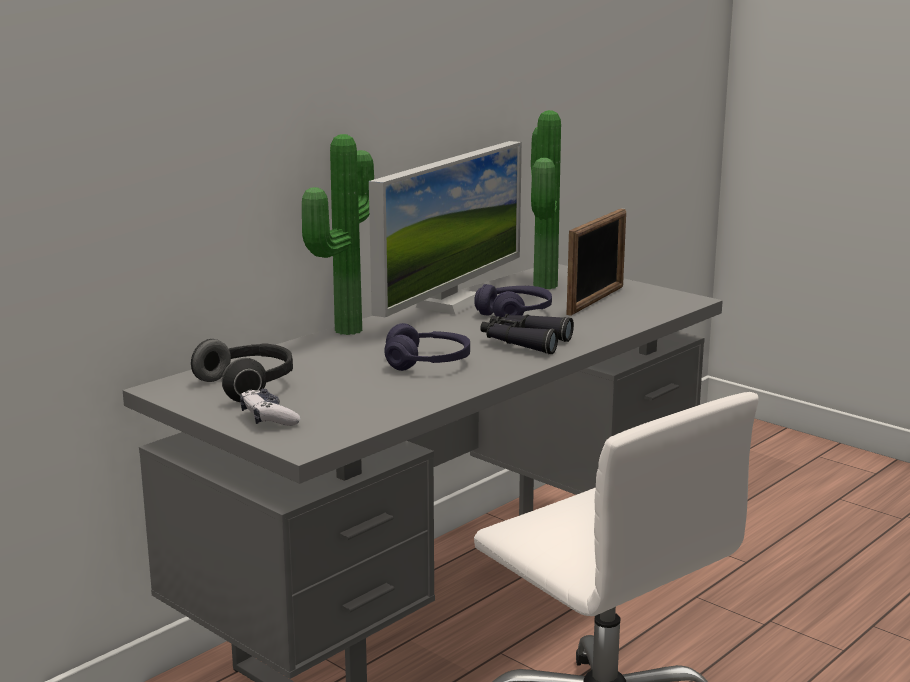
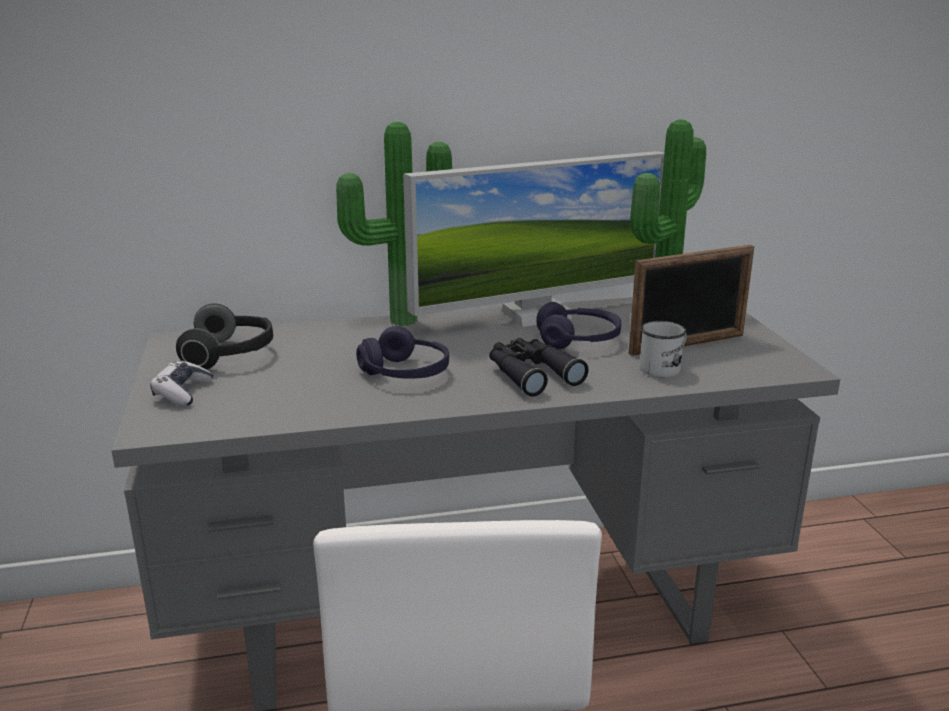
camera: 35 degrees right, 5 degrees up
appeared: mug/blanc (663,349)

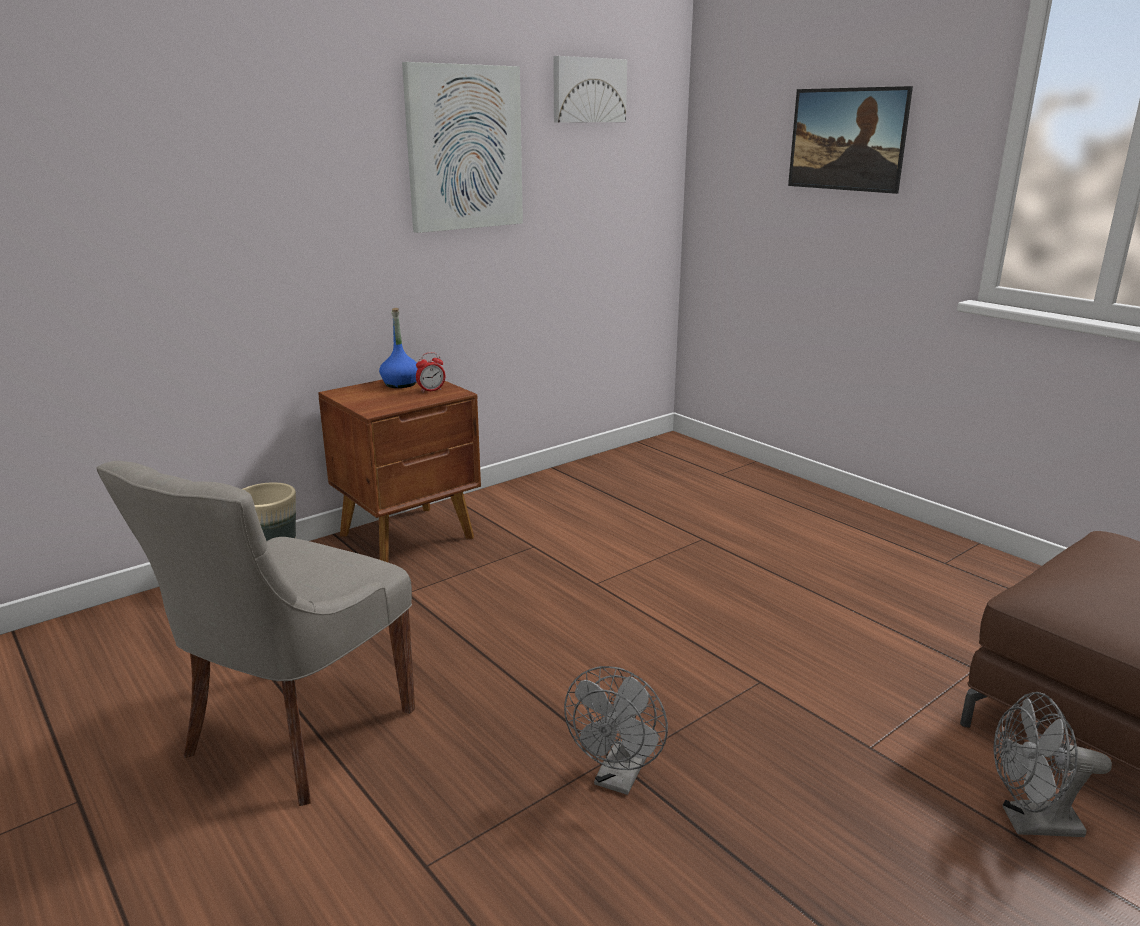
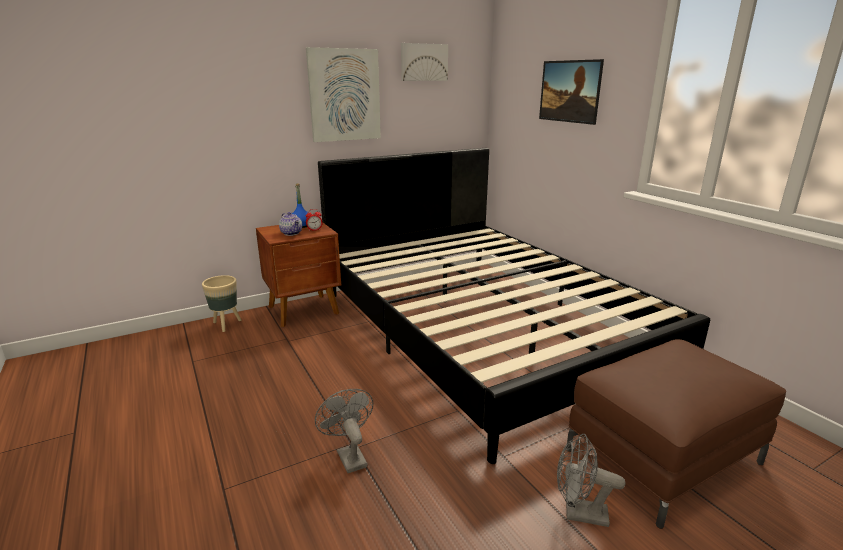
camera: 10 degrees right, 0 degrees up
missing: chaise/gris (255,633)
appeared: théière (290,224); lit/noir (514,306)
spun: ventilateur/gris (616,730) = (344,431) 120 degrees clockwise

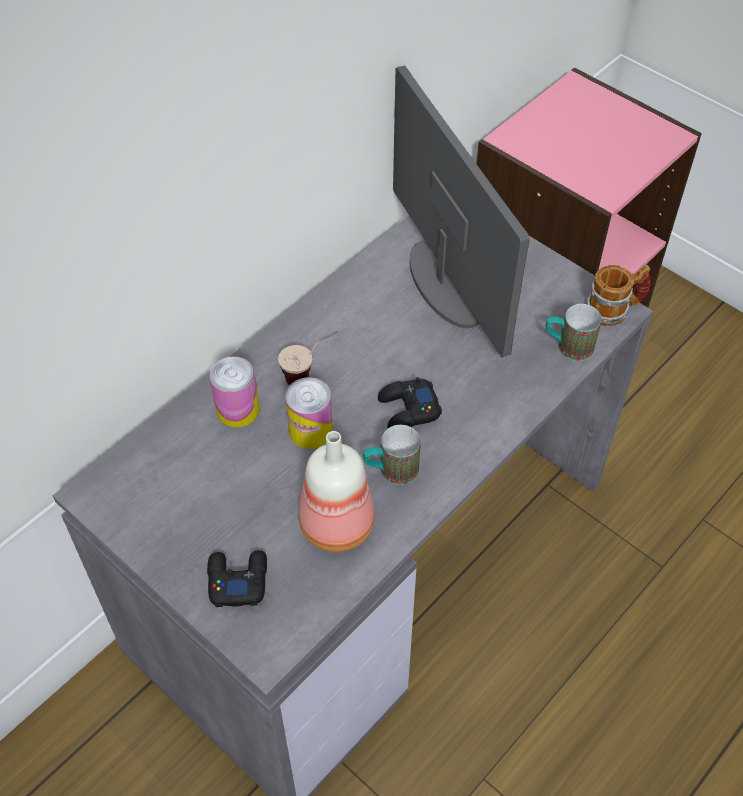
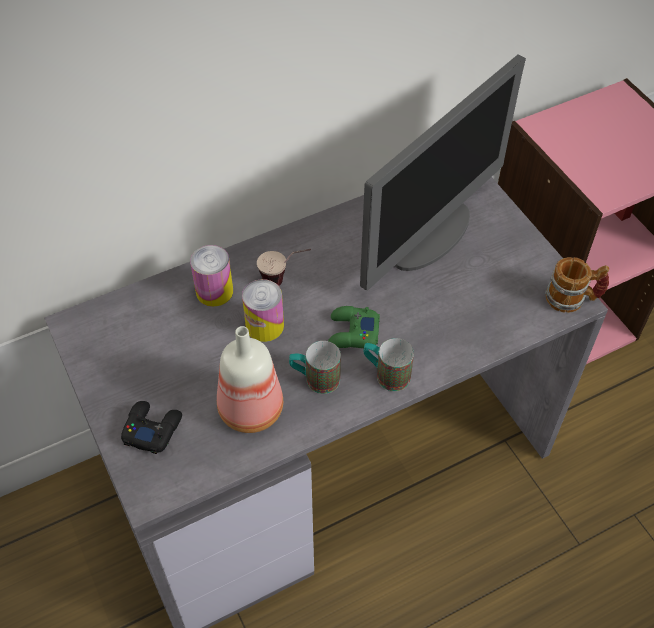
camera: 20 degrees right, 0 degrees up
relocated: mug (574,332) to (388,364)
colour: manette/noir (410,402) to manette/vert (354,327)
spun: écran d'ordinateur (461,211) = (443,172) 45 degrees clockwise

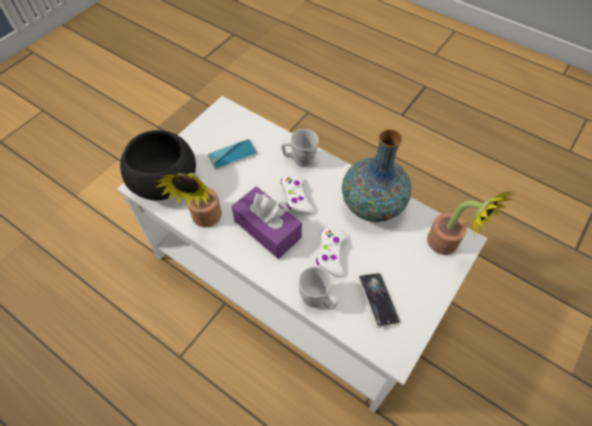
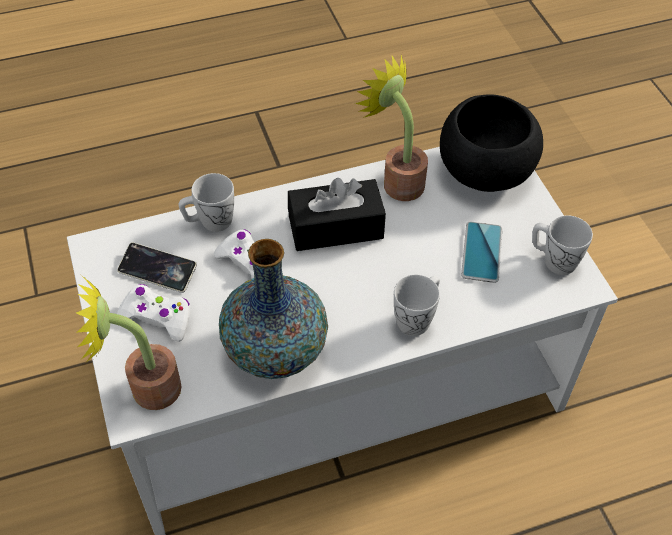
camera: 125 degrees right, 5 degrees down
appeared: mug/blanc (563,245)
relocated: manette/blanc (297,194) to (153,313)
colour: boîte à mouchoirs/violet (267,222) to boîte à mouchoirs/noir (337,214)

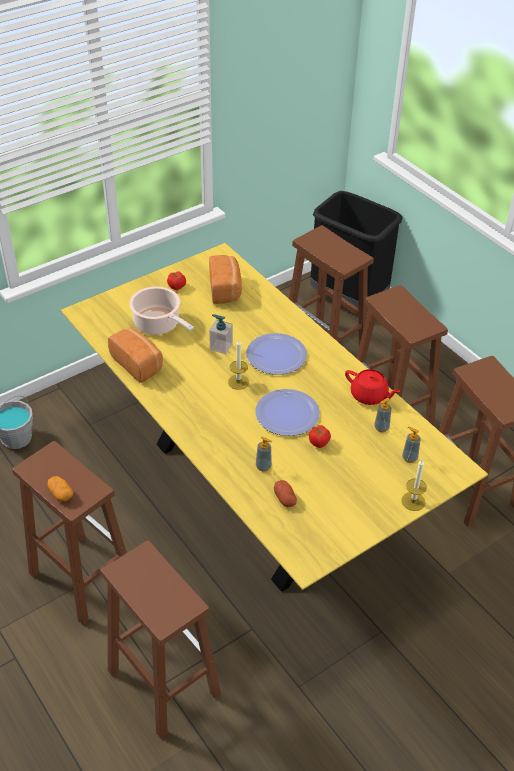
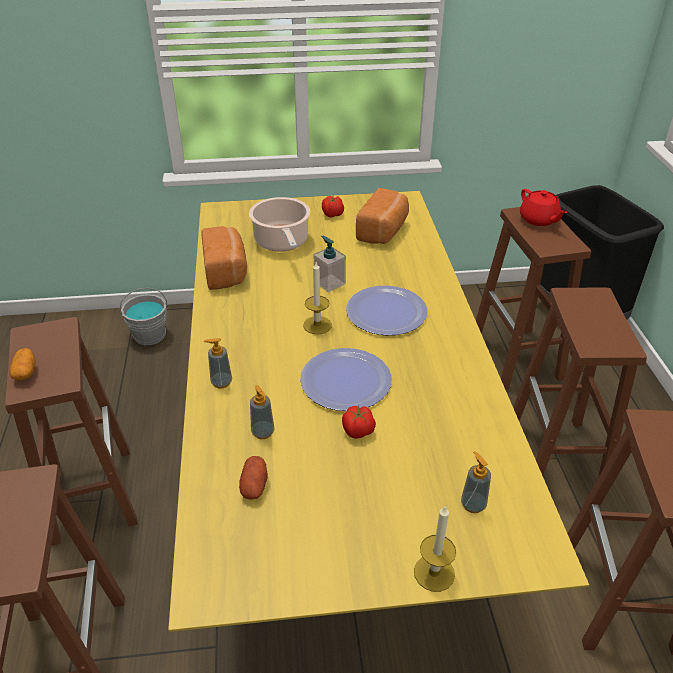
camera: 30 degrees right, 5 degrees down
relocated: distributeur de savon (382,415) to (218,363); théière/rouge (373,387) to (543,207)

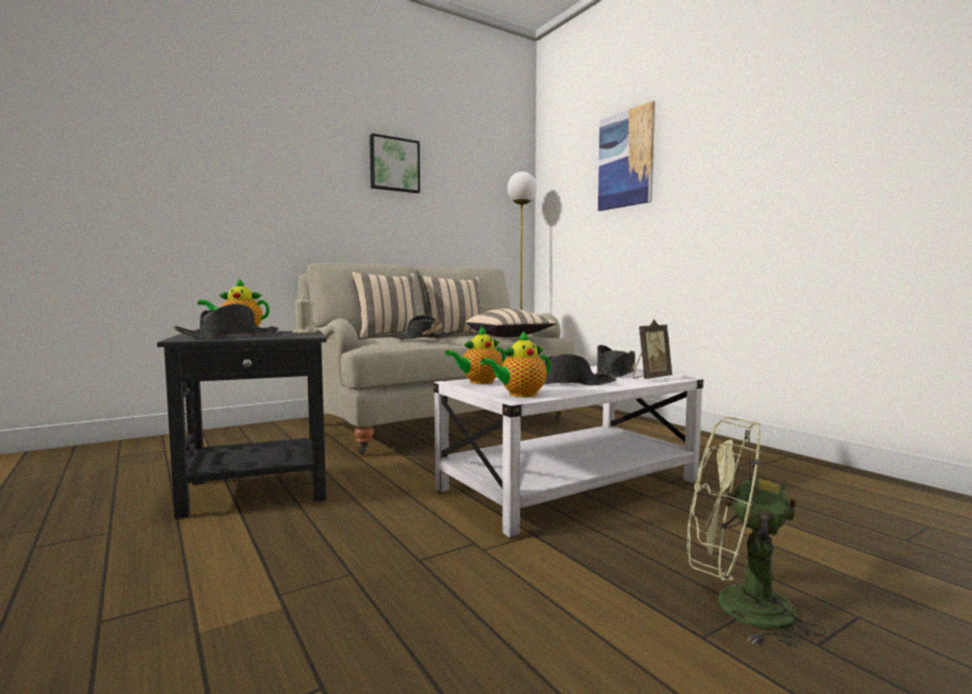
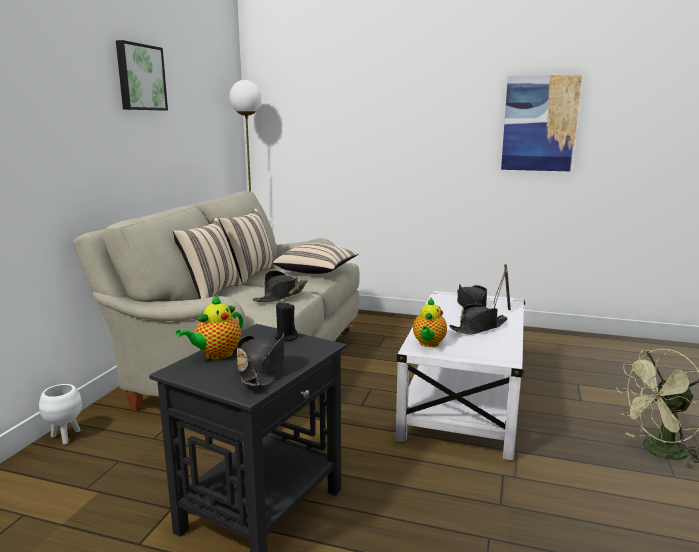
camera: 40 degrees left, 10 degrees up
missing: théière (516,363)
appeared: cache-pot/blanc (60,414)
relocated: tableau (626,156) to (541,122)
colour: bougie/beige (304,315) to bougie/noir (286,322)

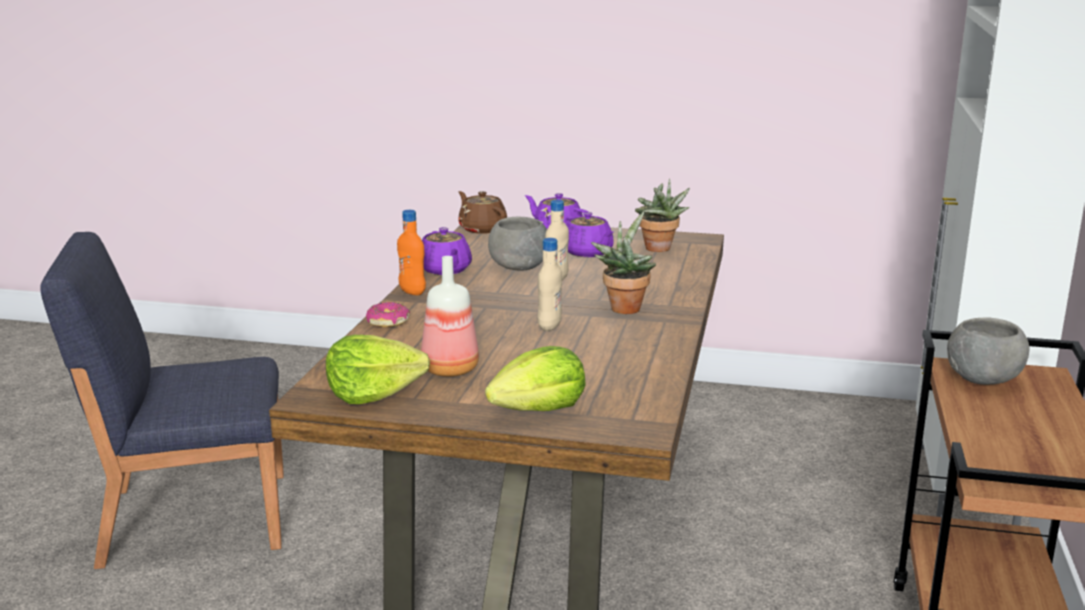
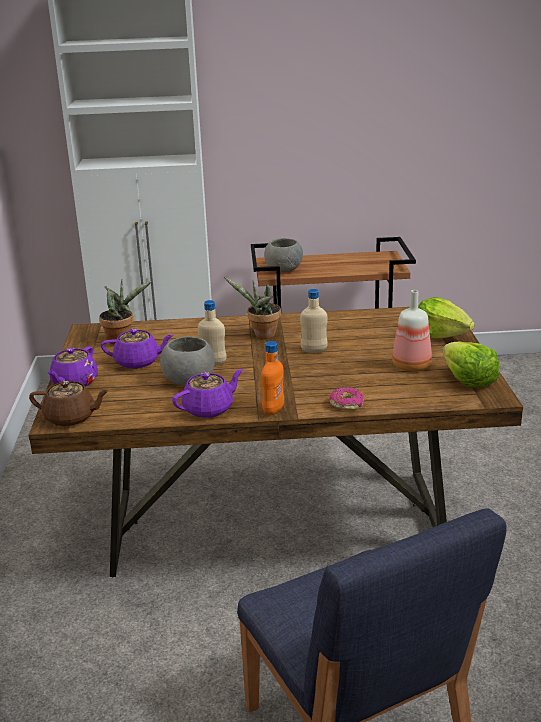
camera: 105 degrees left, 5 degrees up
spun: théière/marron (482,212) = (69,403) 120 degrees counterclockwise; théière/violet (589,234) = (137,349) 45 degrees clockwise

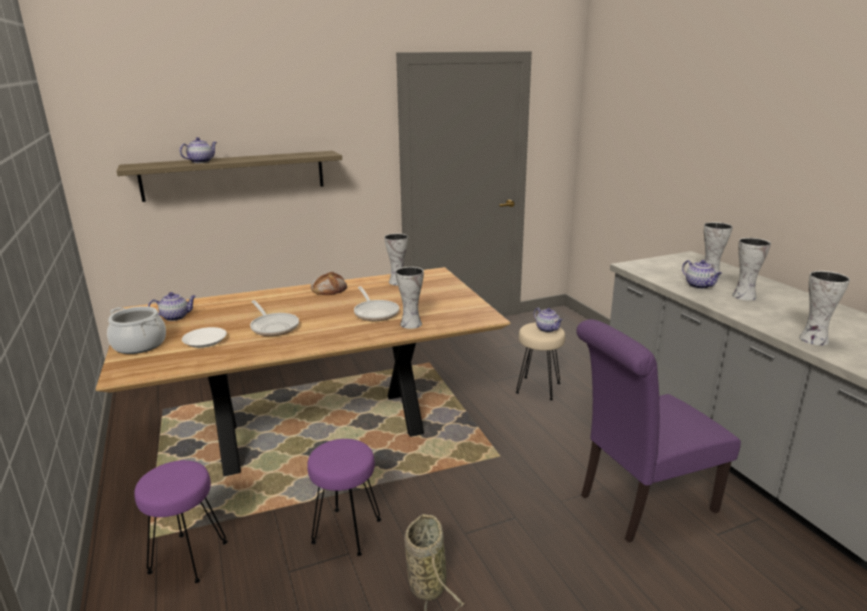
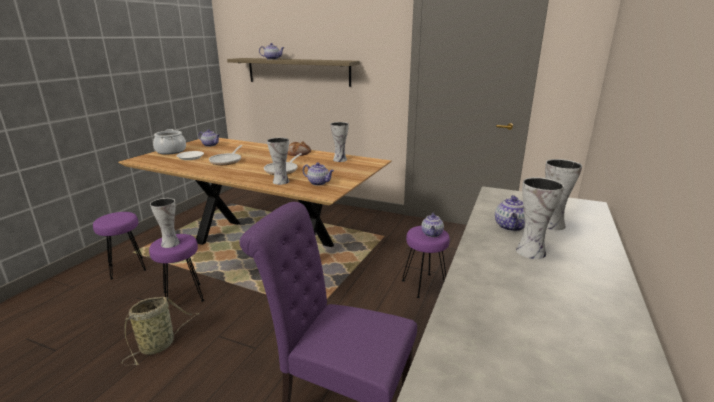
camera: 45 degrees right, 0 degrees up
appeared: théière (318,174)
relocated: vase (824,308) to (165,223)
colour: tabouret/beige (540,361) to tabouret/violet (426,262)

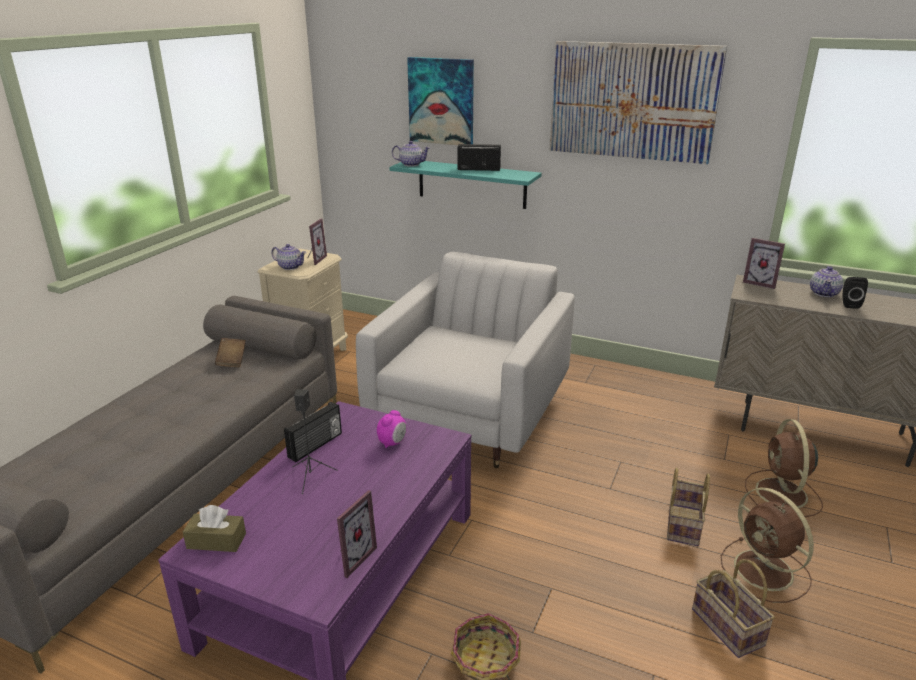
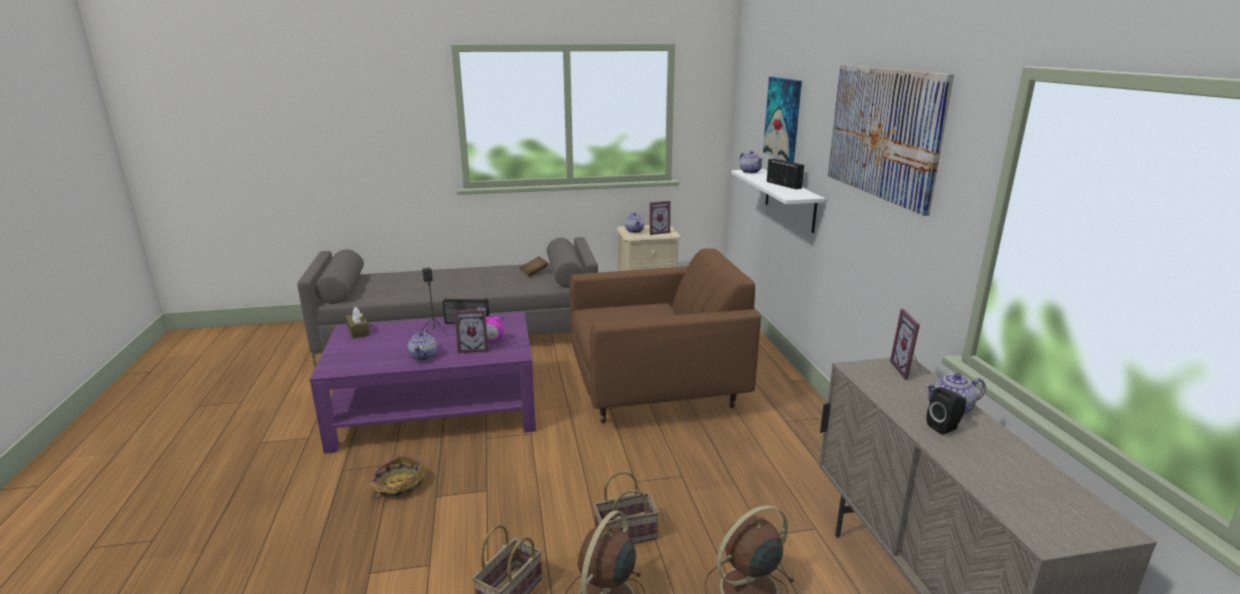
camera: 55 degrees right, 5 degrees down
appeared: théière (422,345)
relocated: cadre photo (357,534) to (471,331)
colour: fauteuil/blanc (465,360) to fauteuil/marron (665,335); étagère/turquoise (465,185) to étagère/blanc (778,201)

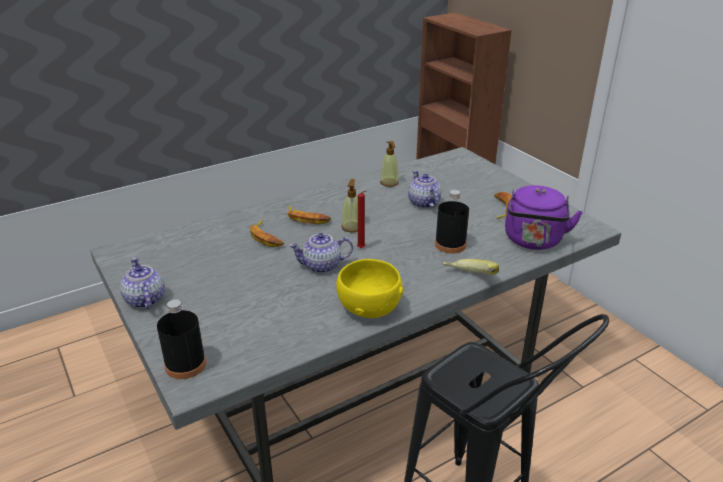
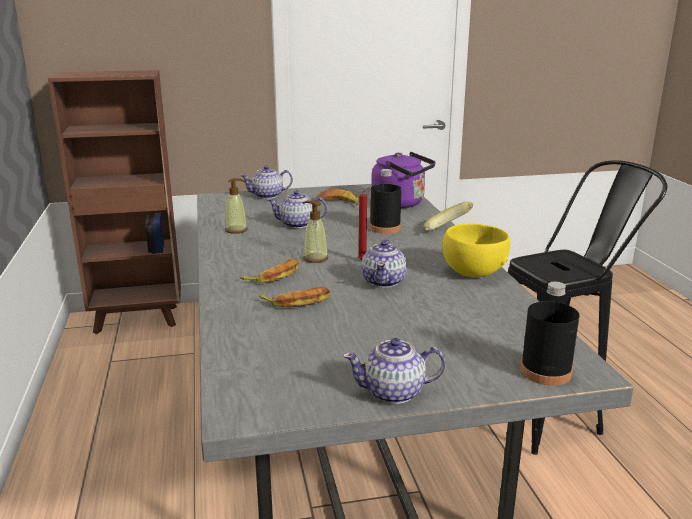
camera: 70 degrees left, 10 degrees down
appeared: théière (266,182)

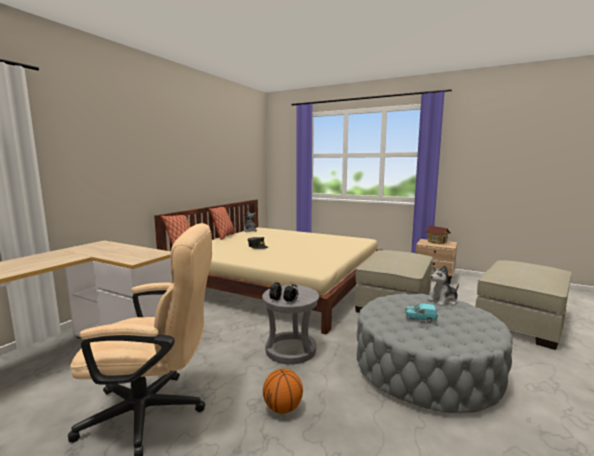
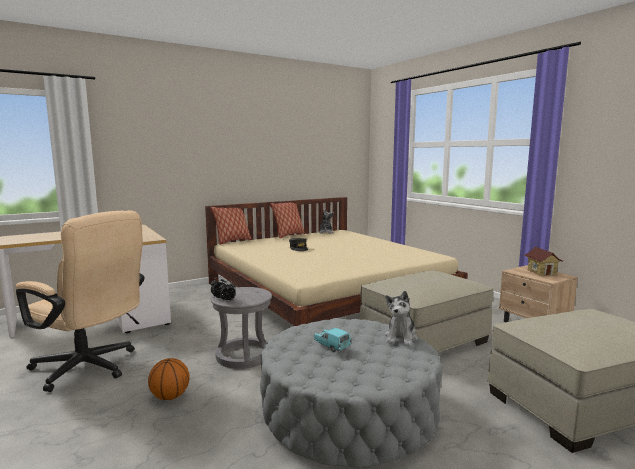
camera: 30 degrees right, 0 degrees up
spun: peluche (443,285) = (401,318) 75 degrees counterclockwise

